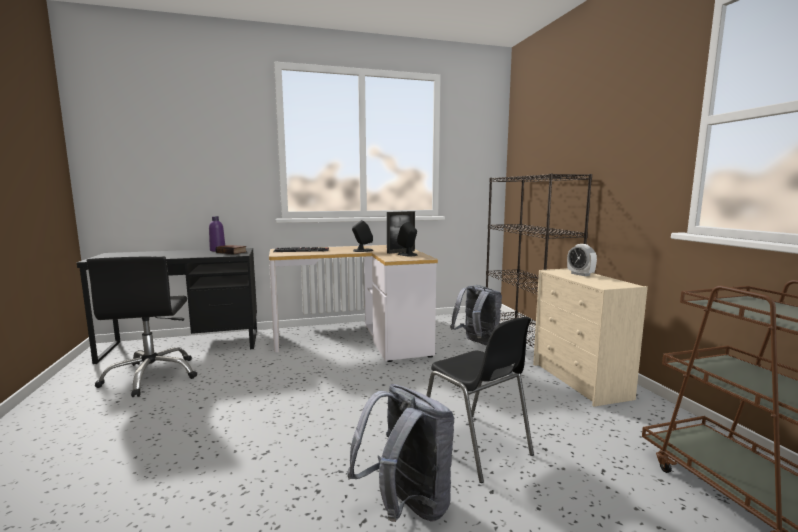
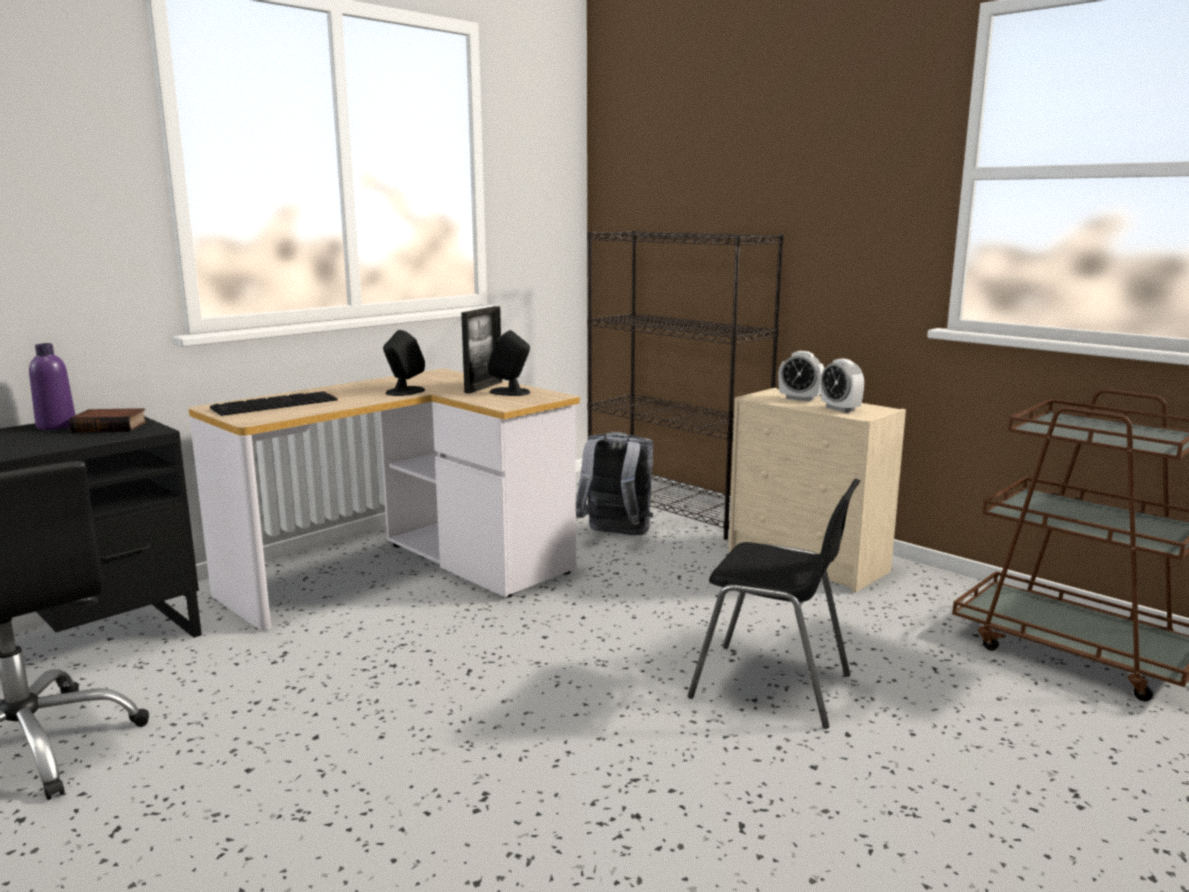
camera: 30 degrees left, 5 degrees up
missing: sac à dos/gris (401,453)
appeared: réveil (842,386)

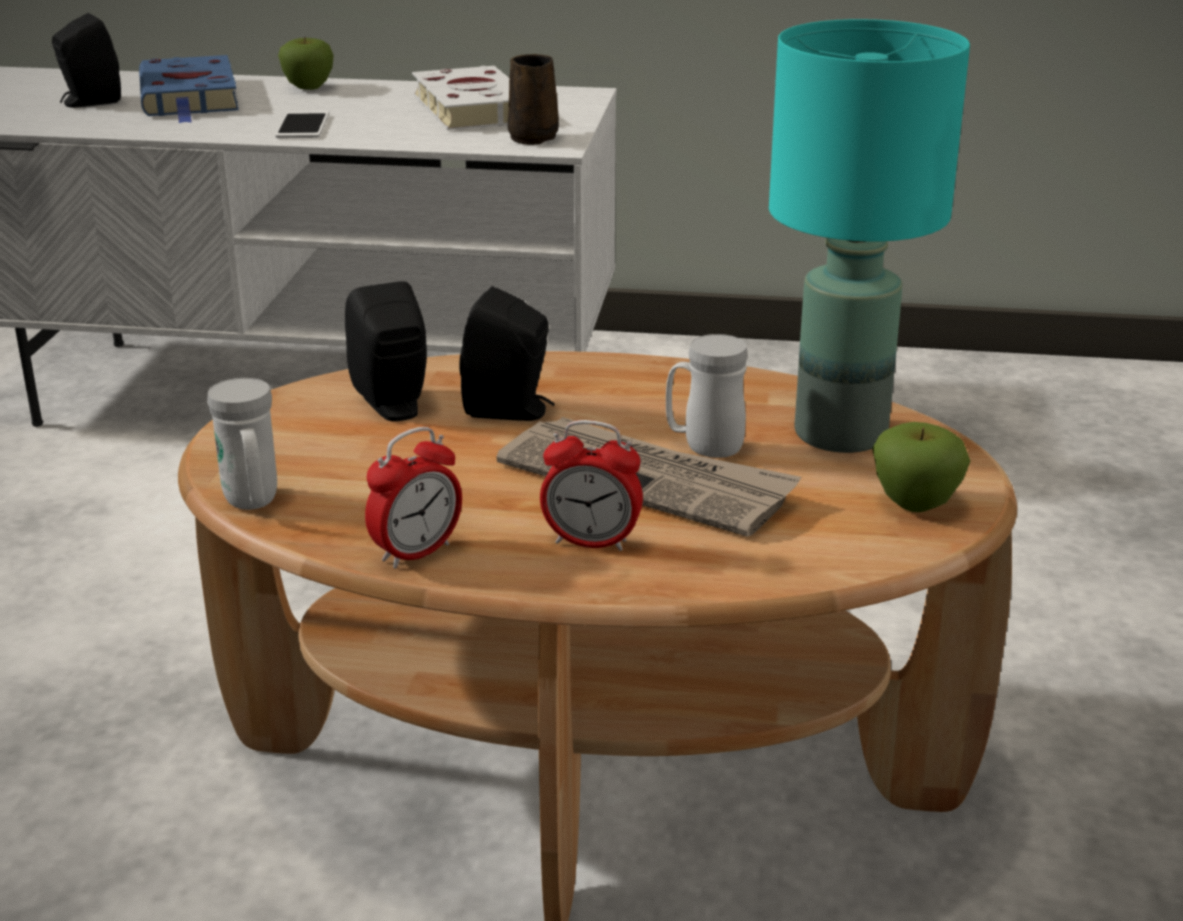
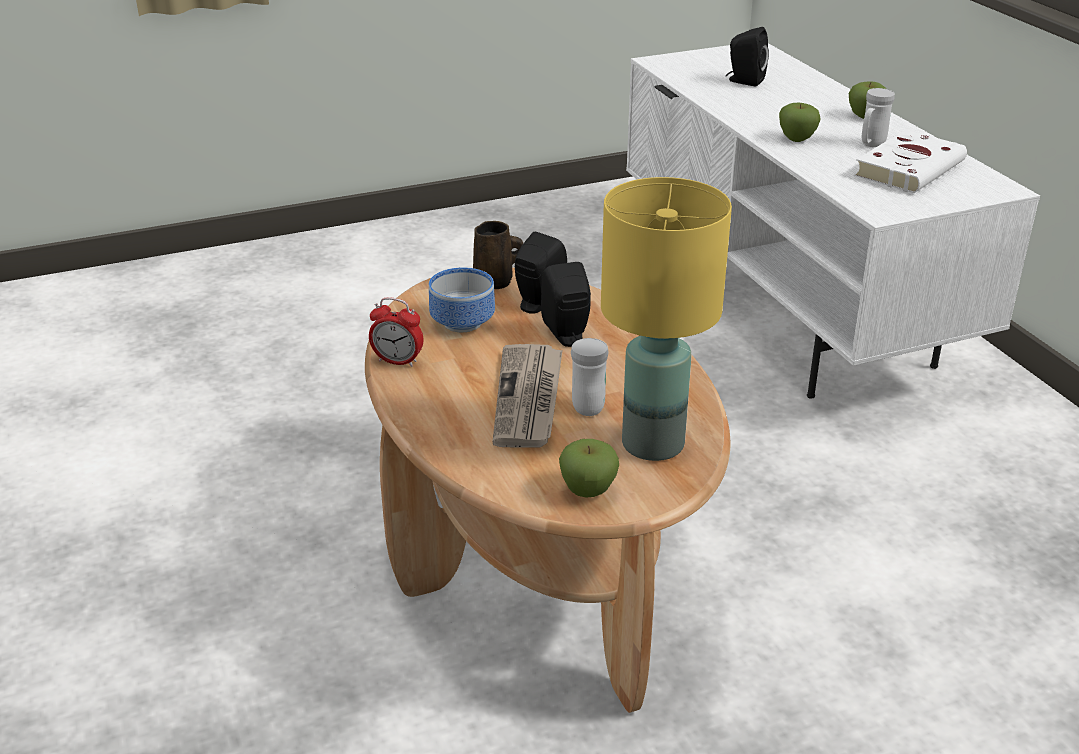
camera: 60 degrees right, 5 degrees up
missing: livre/bleu (188,89); réveil (591,485)
appeared: bol (462,300)
relocated: mug/marron (533,99) to (498,255); mug/blanc (242,444) to (878,117)
exchanged: téléphone (302,124) to pomme (800,122)
colour: lampe de table/turquoise (869,236) to lampe de table/jaune (666,319)

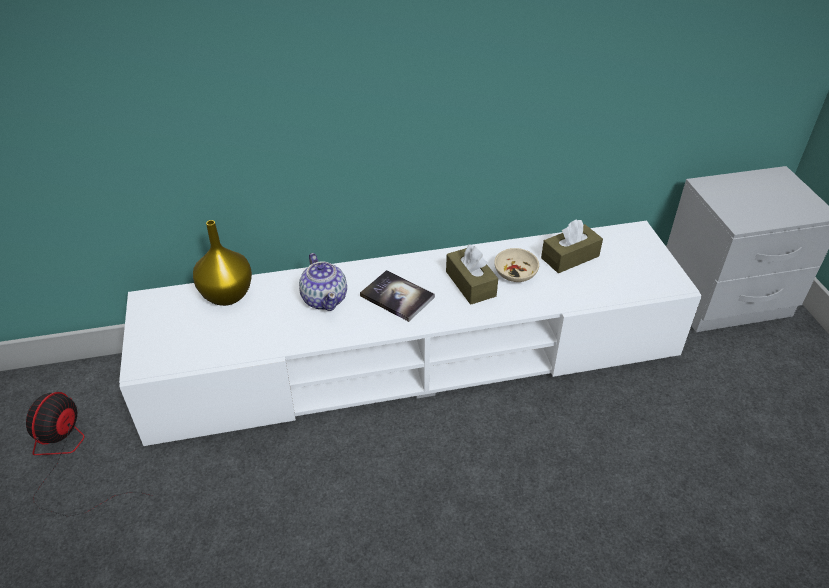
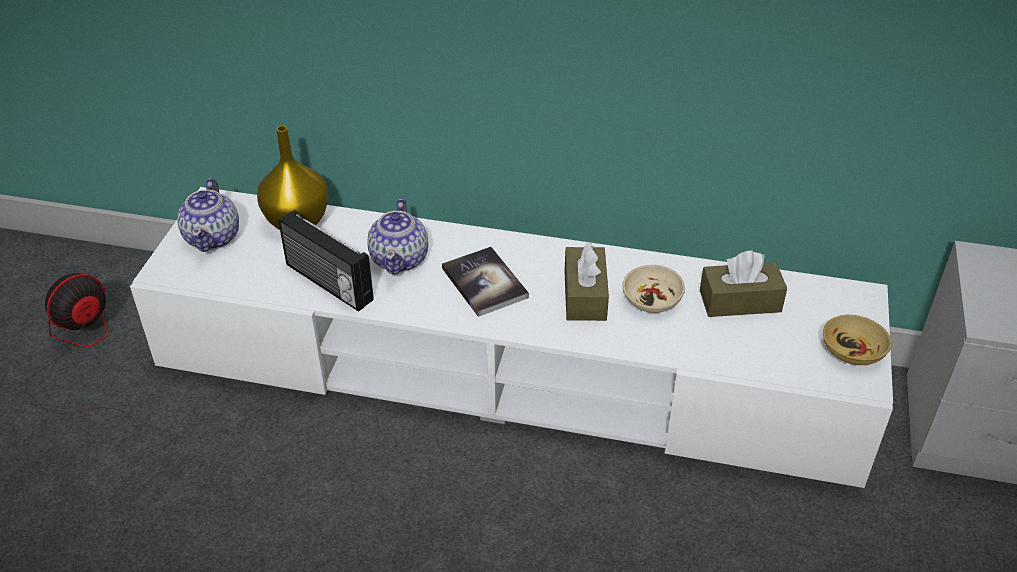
camera: 25 degrees right, 0 degrees up
appeared: théière (208,215); radio (326,261); bol/beige (857,340)

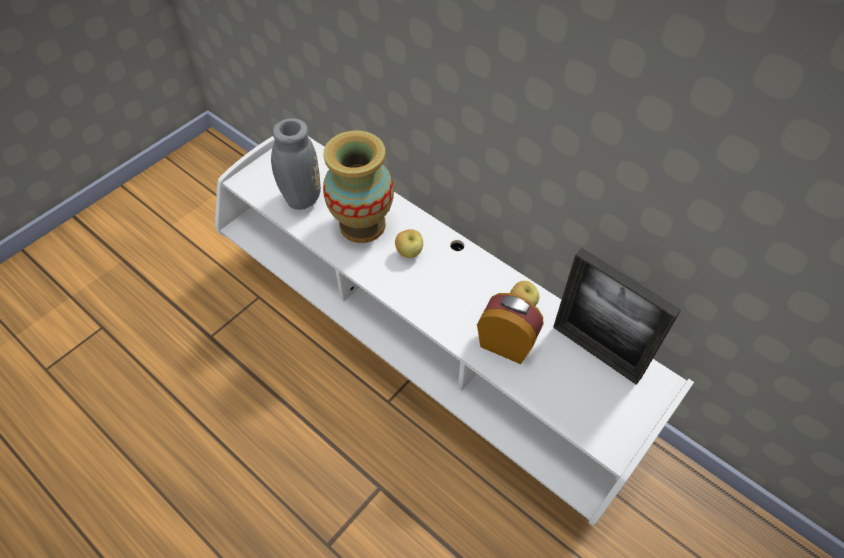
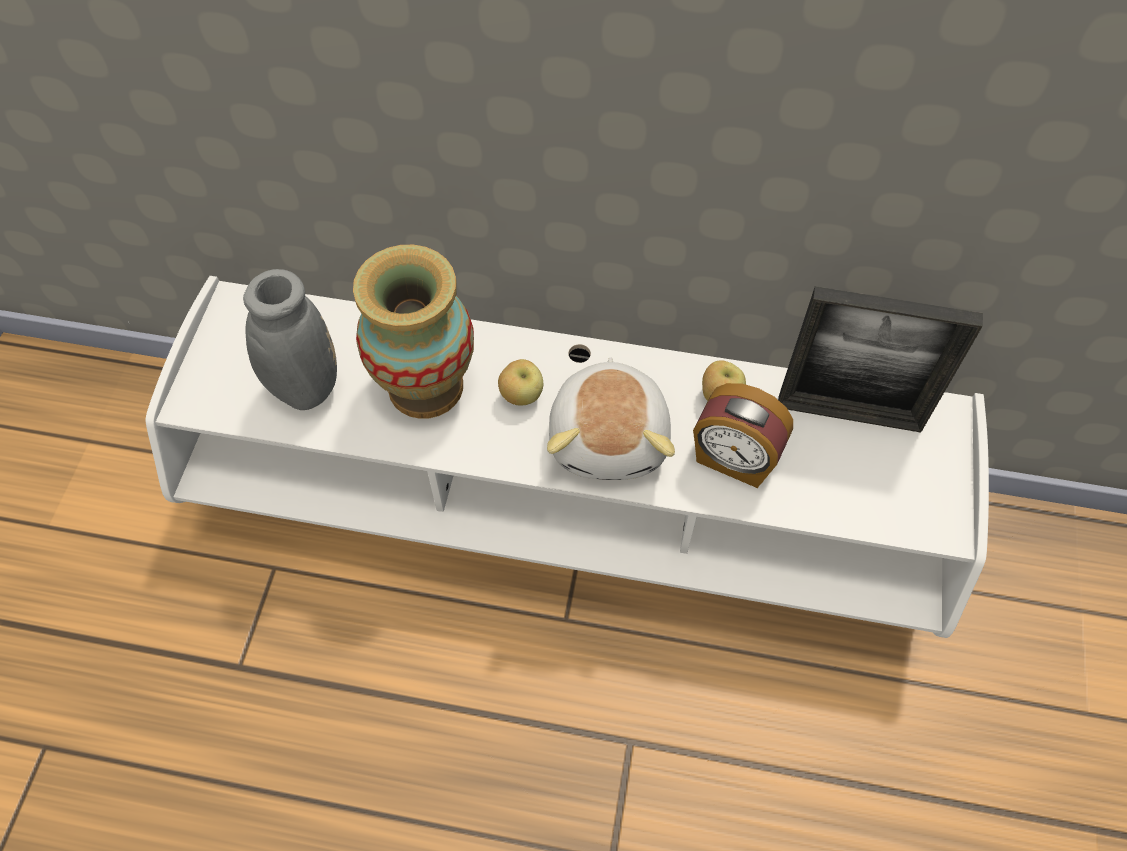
camera: 30 degrees left, 5 degrees up
appeared: peluche (611,418)
spun: réveil (510,328) = (743,435) 150 degrees counterclockwise

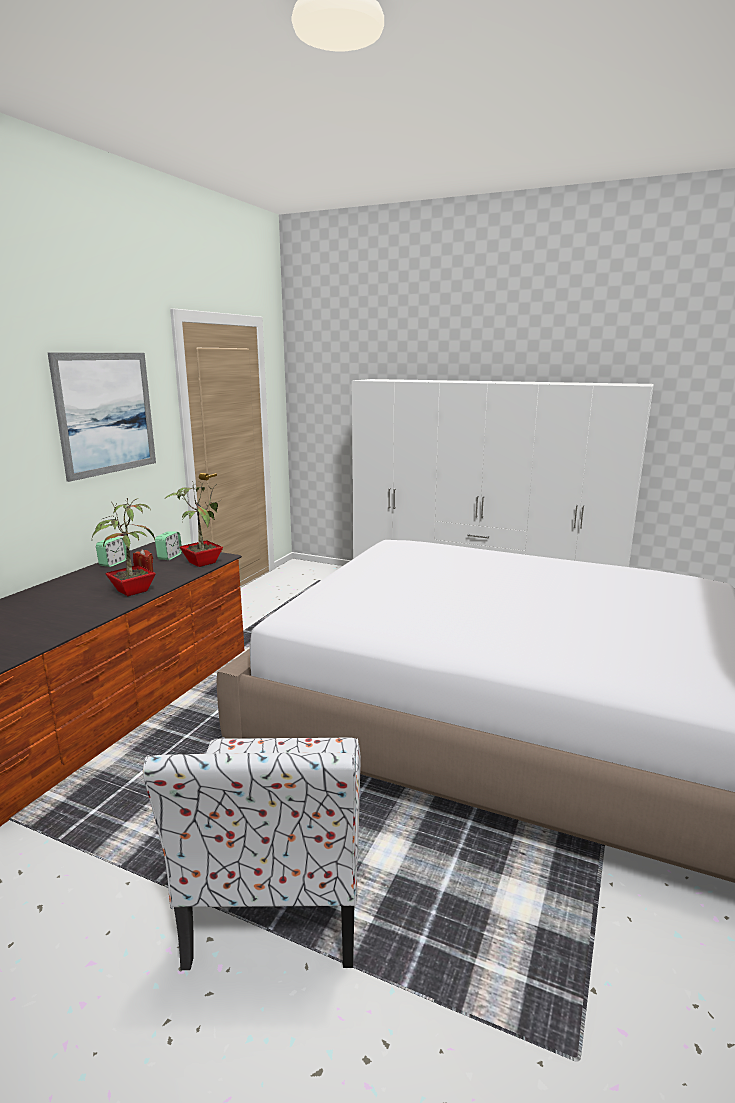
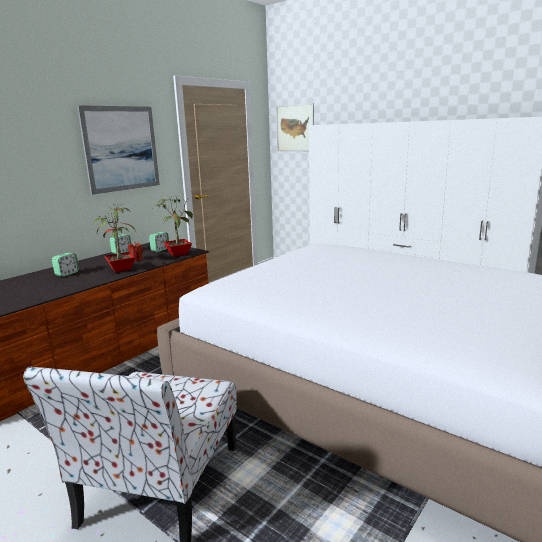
camera: 15 degrees right, 0 degrees up
appeared: réveil (65,265); tableau (295,127)

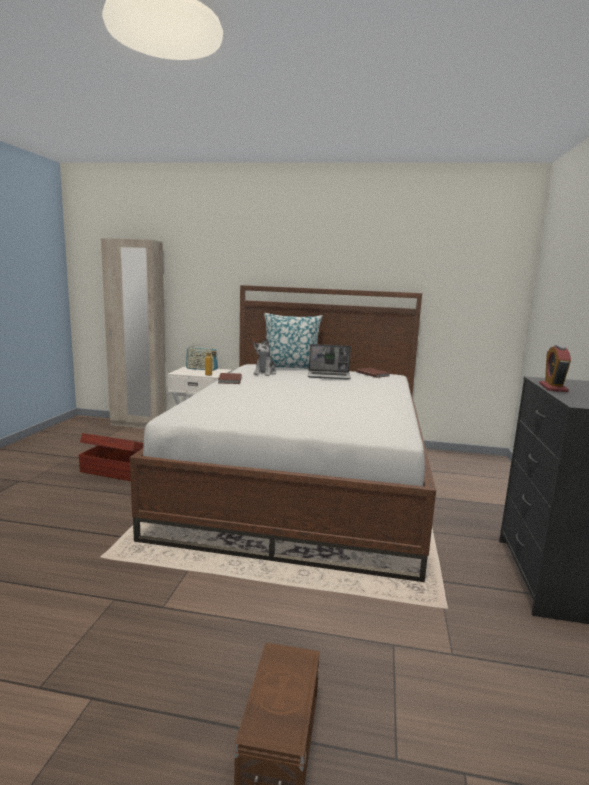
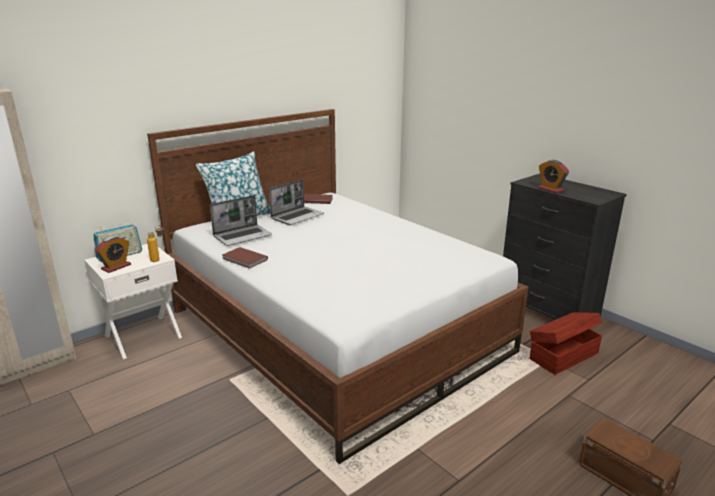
camera: 50 degrees left, 10 degrees up
appeared: réveil (113,254)
relocated: boîte de rangement/marron (111,457) to (565,343)
exchanged: peluche (264,357) to ordinateur portable (241,220)

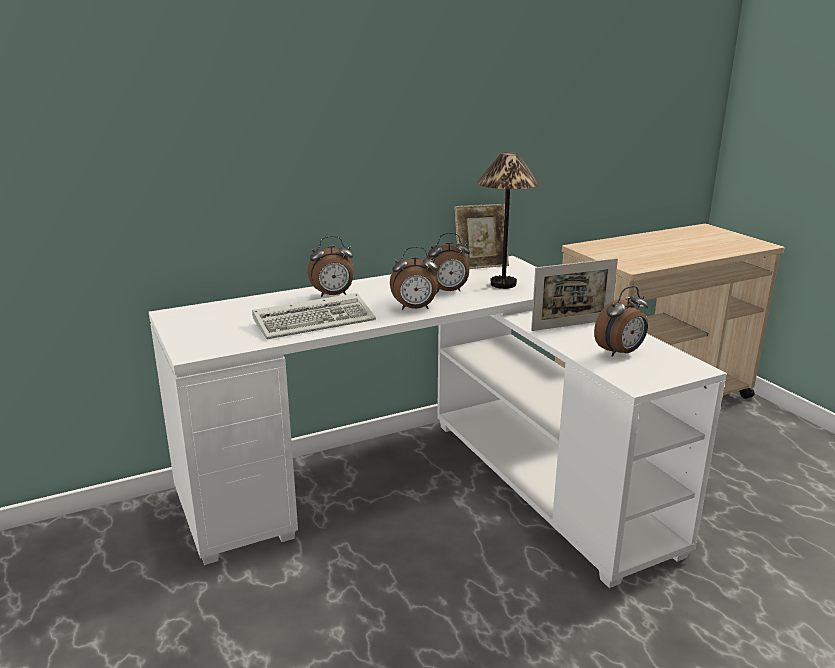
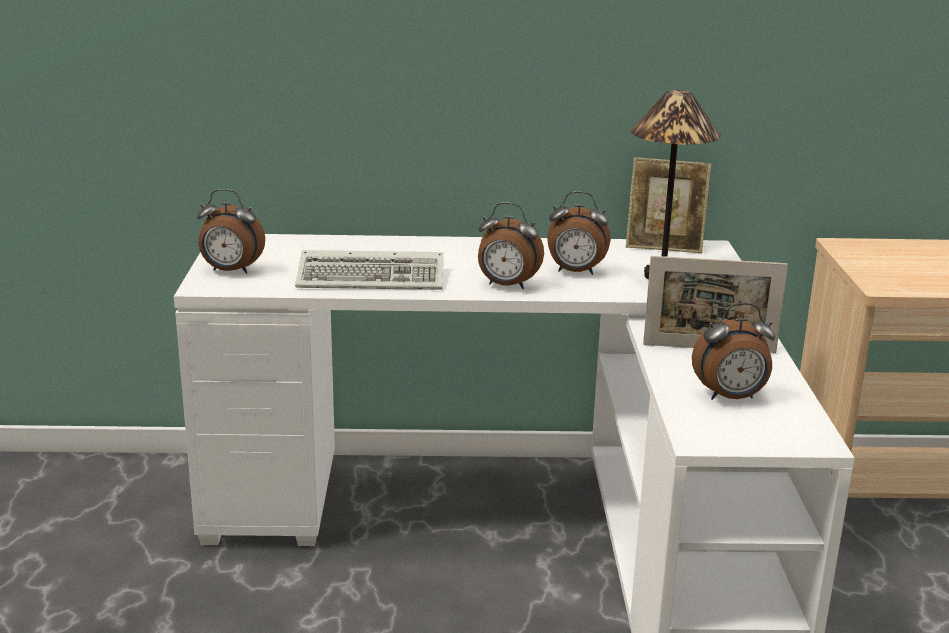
camera: 25 degrees right, 0 degrees up
relocated: réveil (330,267) to (231,231)

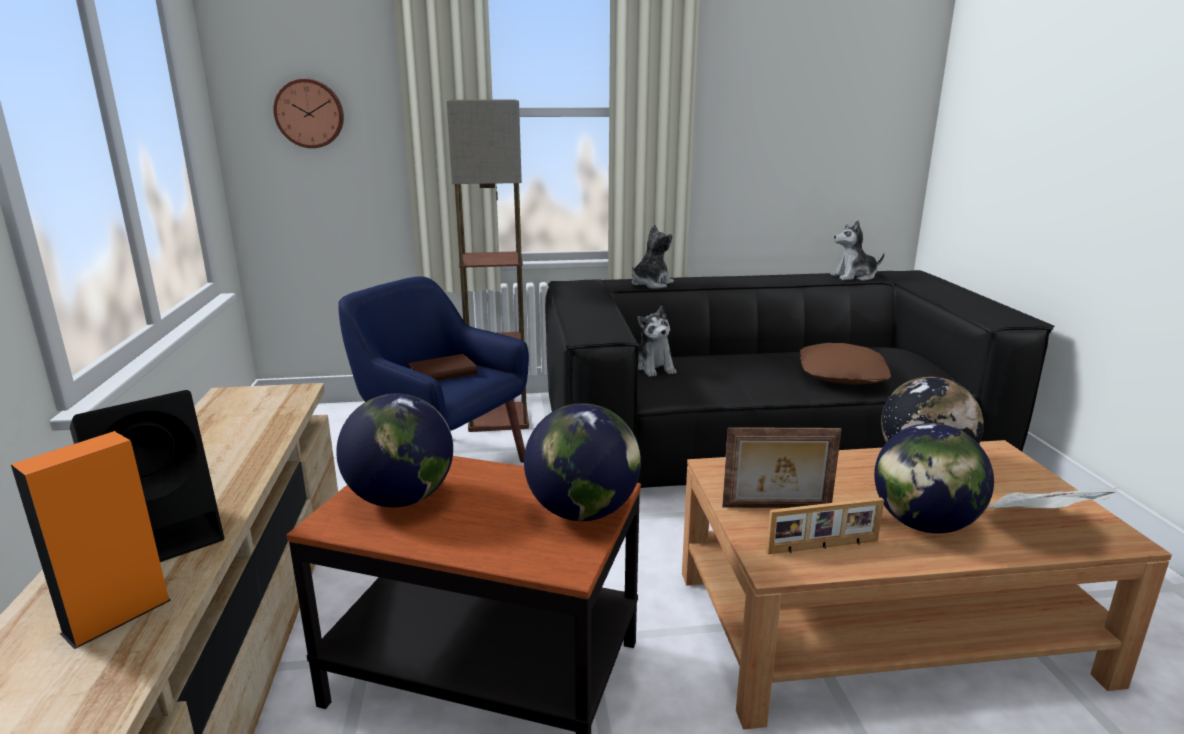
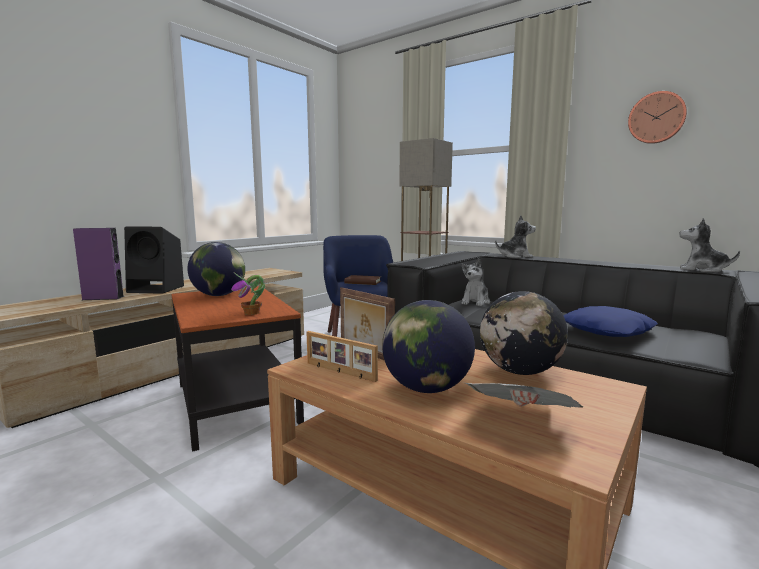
camera: 45 degrees right, 10 degrees down
relocated: horloge murale (308,113) to (657,117)
exchanged: globe (582,462) to plante en pot (248,293)
colour: enceinte/orange (91,540) to enceinte/violet (98,264); coussin/marron (845,363) to coussin/bleu (610,321)

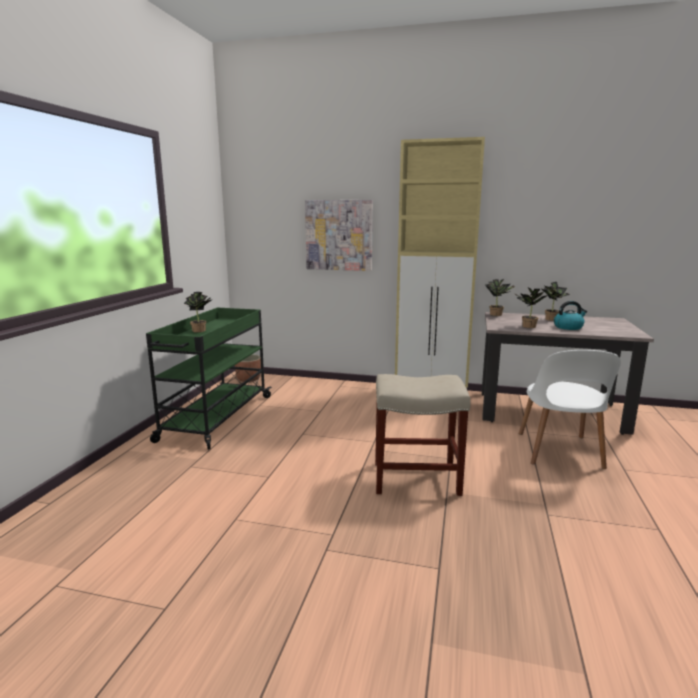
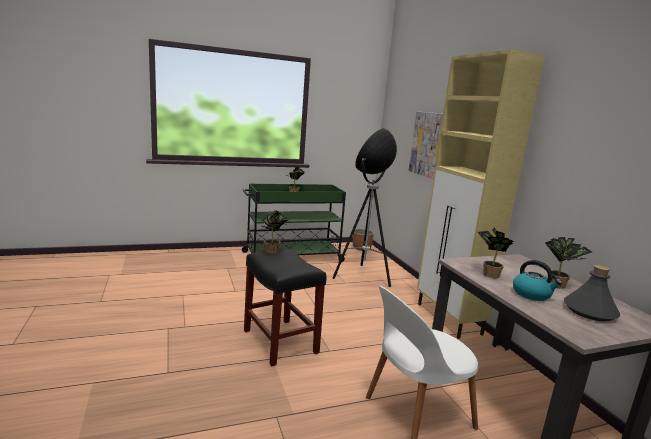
camera: 55 degrees right, 0 degrees up
appeared: lampadaire (365,207); bouteille/gris (592,293)
relocated: plante en pot (499,297) to (274,232)
colour: tabouret/beige (423,435) to tabouret/noir (285,307)

